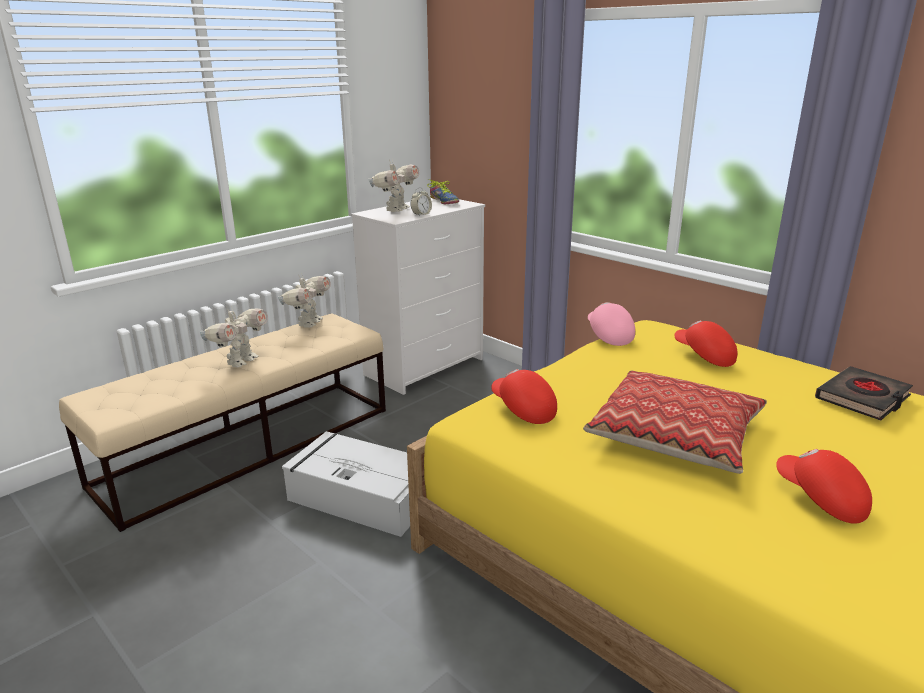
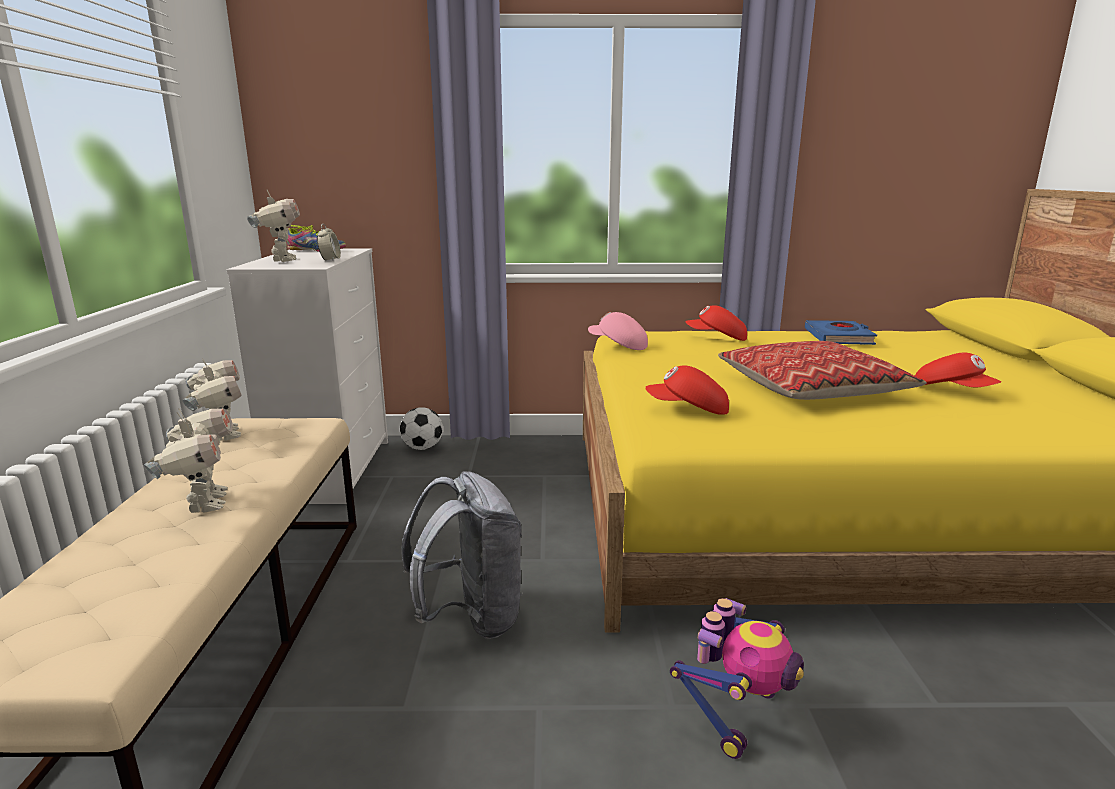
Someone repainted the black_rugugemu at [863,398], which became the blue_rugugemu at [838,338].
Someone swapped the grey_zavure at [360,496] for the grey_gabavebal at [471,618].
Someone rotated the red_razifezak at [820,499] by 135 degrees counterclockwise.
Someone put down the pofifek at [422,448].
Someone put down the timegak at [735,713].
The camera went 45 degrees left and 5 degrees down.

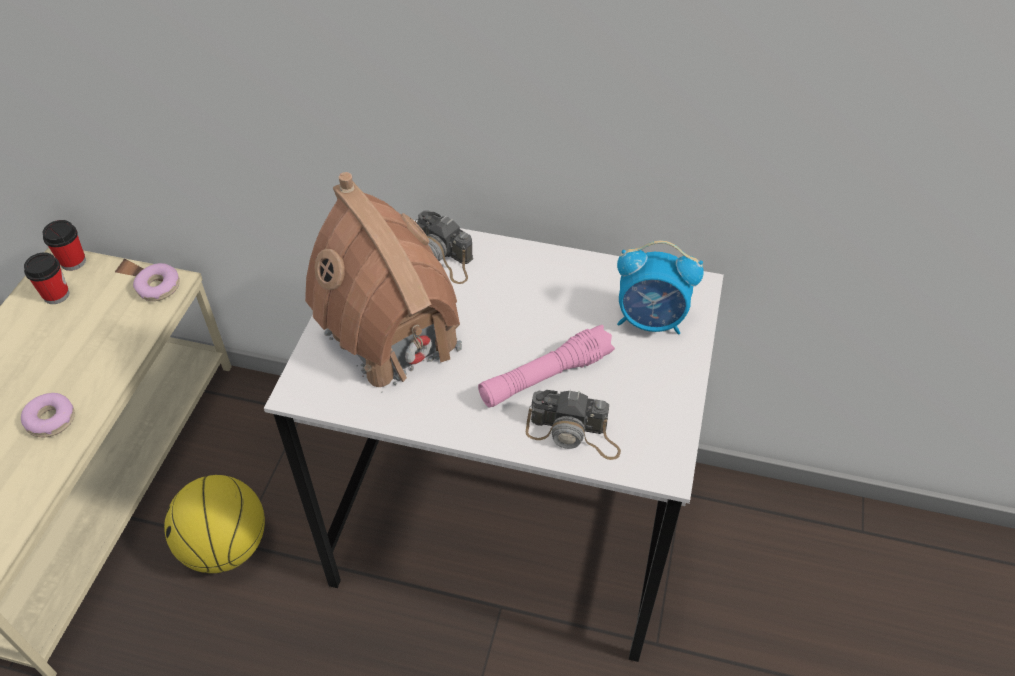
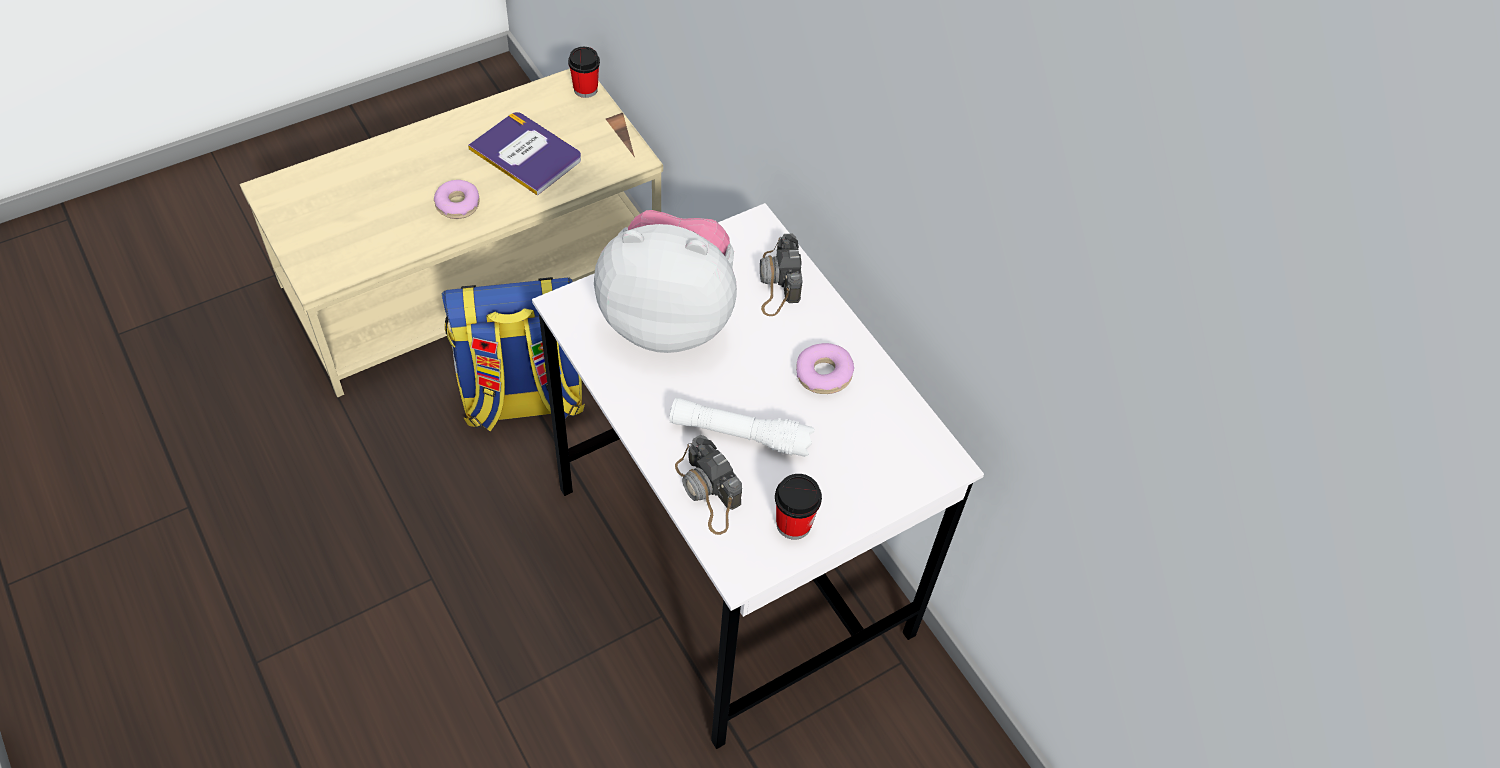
Someone swapped the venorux at [393,338] for the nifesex at [669,318].
Someone took away the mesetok at [651,320].
Someone carried the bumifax from [56,295] to [793,524].
Someone carried the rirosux from [158,288] to [823,374].
Someone repainted the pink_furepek at [545,377], which became the white_furepek at [740,435].
Someone swapped the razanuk at [226,547] for the gabavebal at [522,400].
Someone put down the rugugemu at [526,154].
The camera went 40 degrees right and 5 degrees up.

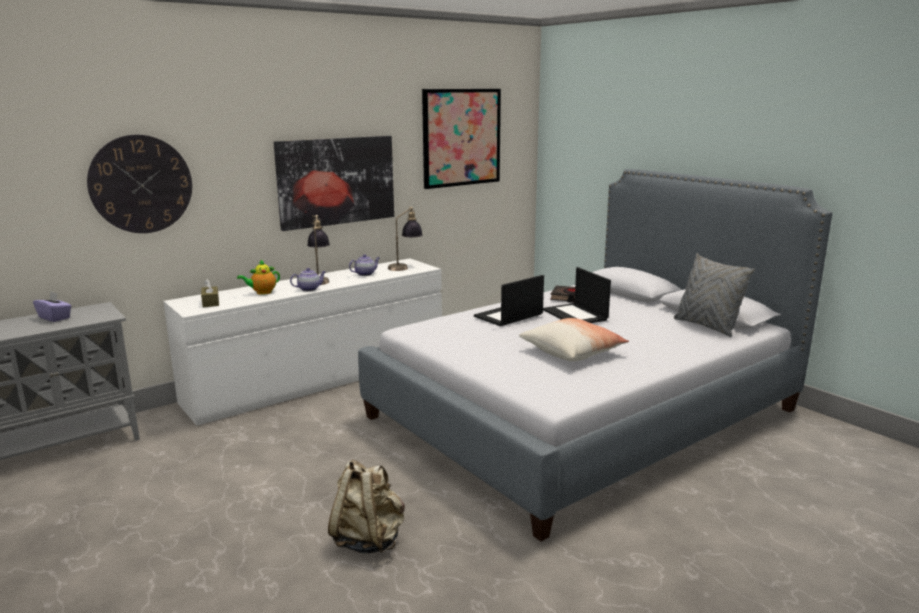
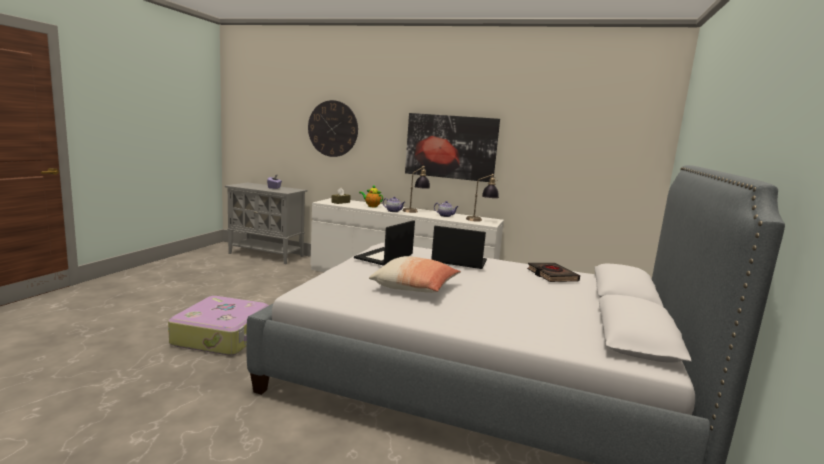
Someone took away the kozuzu at [461,137].
Someone took away the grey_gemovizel at [707,326].
Someone carried the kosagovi from [576,315] to [384,257].
Someone swapped the beige_gabavebal at [368,540] for the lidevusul at [223,336].
The camera went 55 degrees right and 5 degrees down.

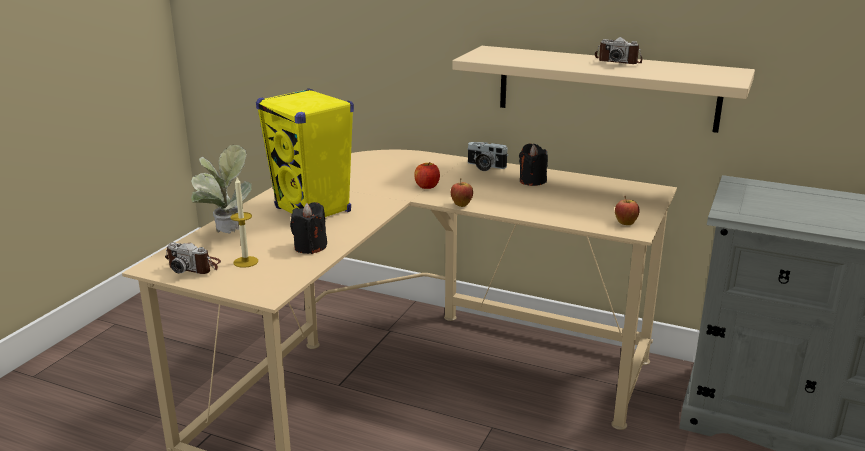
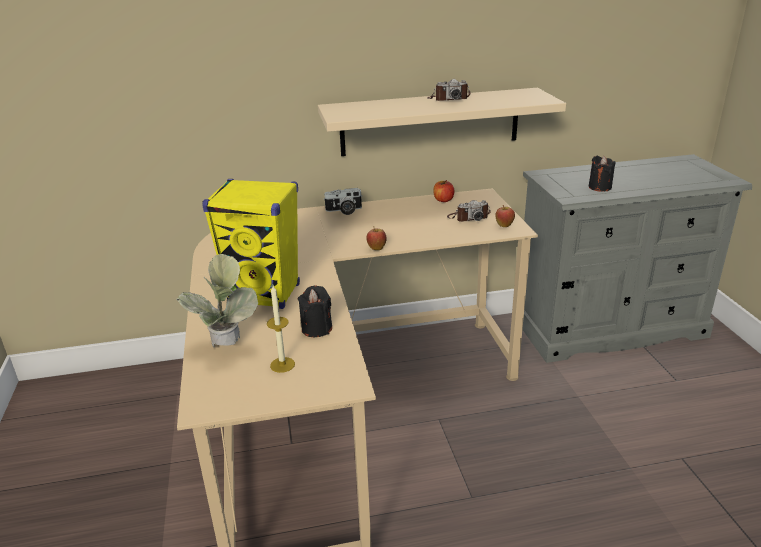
Someone carried the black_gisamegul from [532,181] to [599,187].
Someone carried the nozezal from [427,186] to [443,200].
Someone carried the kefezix from [194,266] to [468,217].
The camera went 35 degrees left and 5 degrees up.

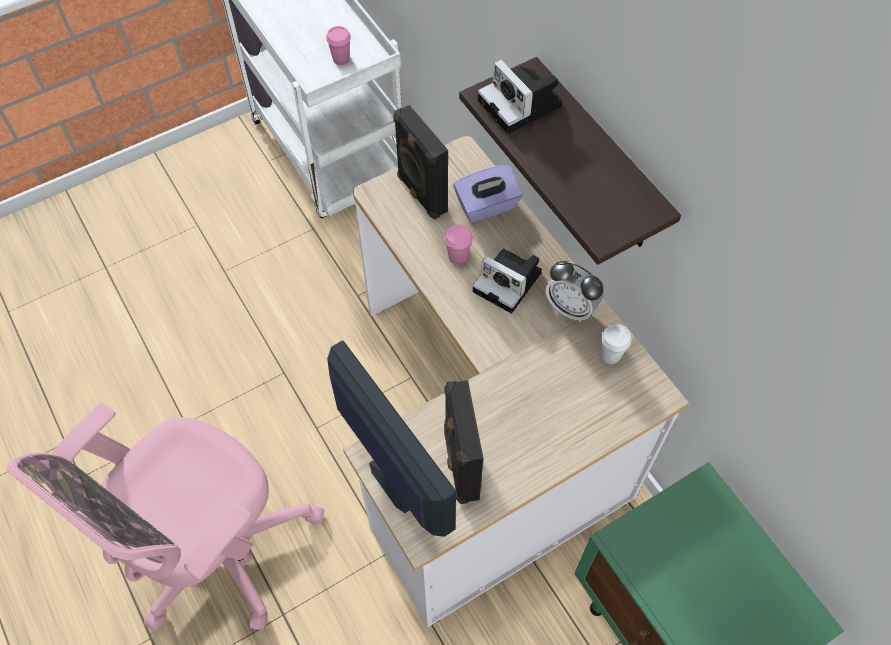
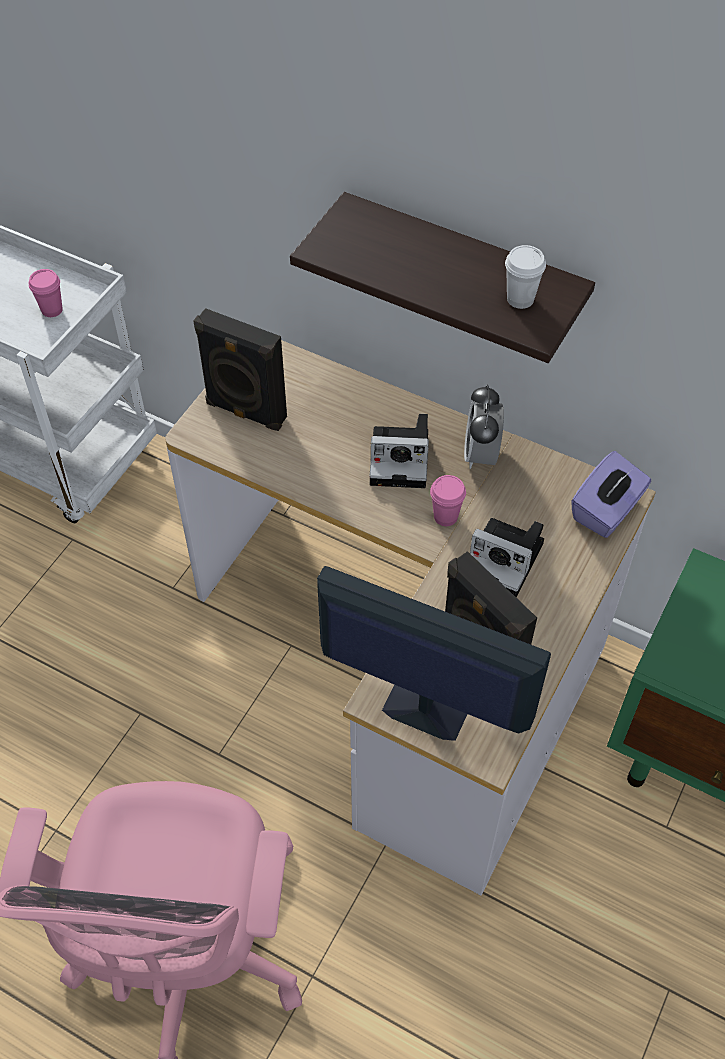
Someone carried the kefezix from [522,105] to [506,560].
Someone carried the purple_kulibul from [487,206] to [606,511].
Someone carried the pink_bumifax from [458,257] to [445,516].
Someone rotated the mesetok at [570,307] by 90 degrees clockwise.
Someone carried the white_bumifax from [610,355] to [520,299].
The camera went 30 degrees left and 5 degrees down.

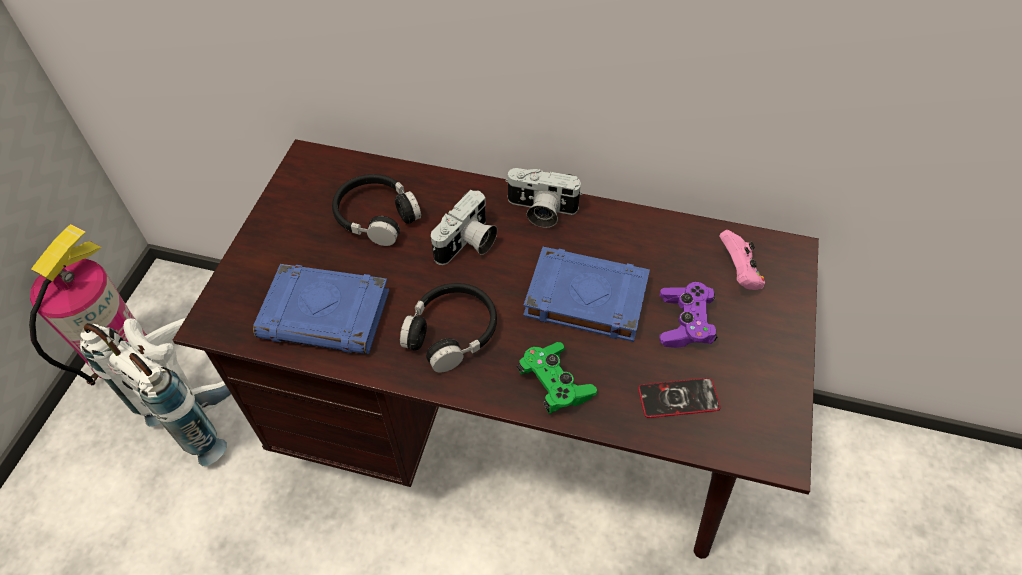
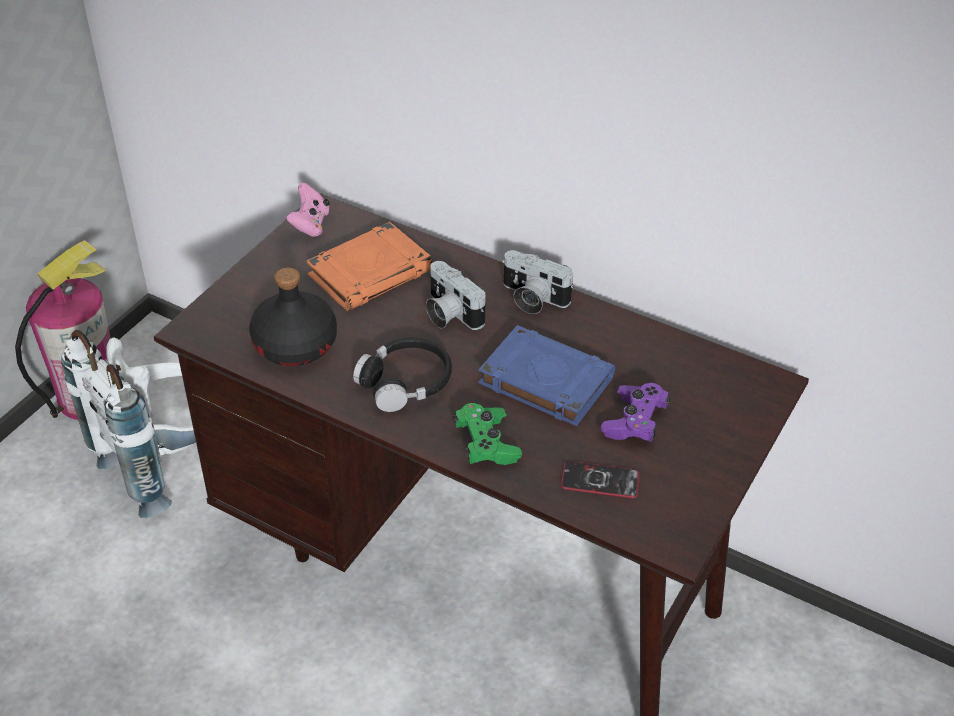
Someone swapped the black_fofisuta at [377,216] for the orange_rugugemu at [371,273].
Someone rotated the kefezix at [468,244] by 90 degrees clockwise.
Someone carried the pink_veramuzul from [738,273] to [310,224].
Someone swapped the blue_rugugemu at [326,314] for the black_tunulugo at [296,344].
The camera went 15 degrees right and 10 degrees down.

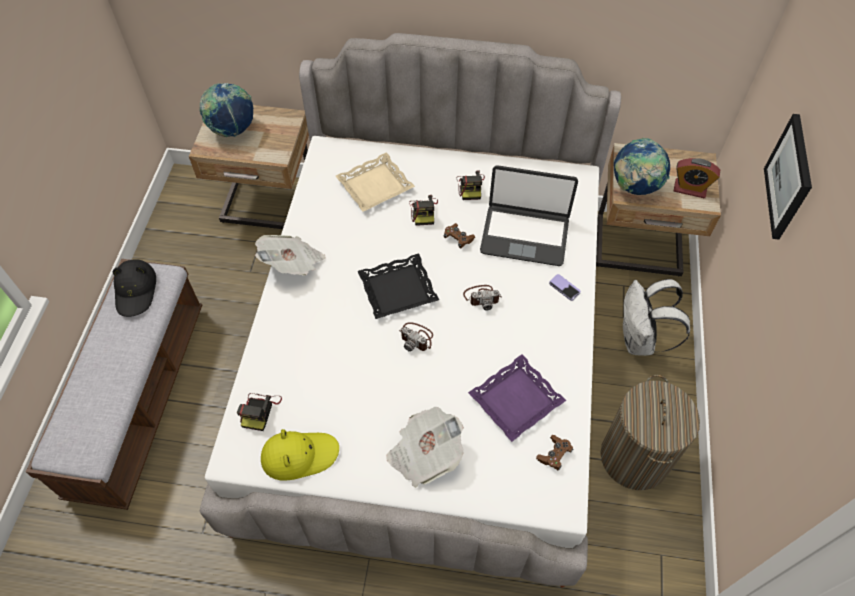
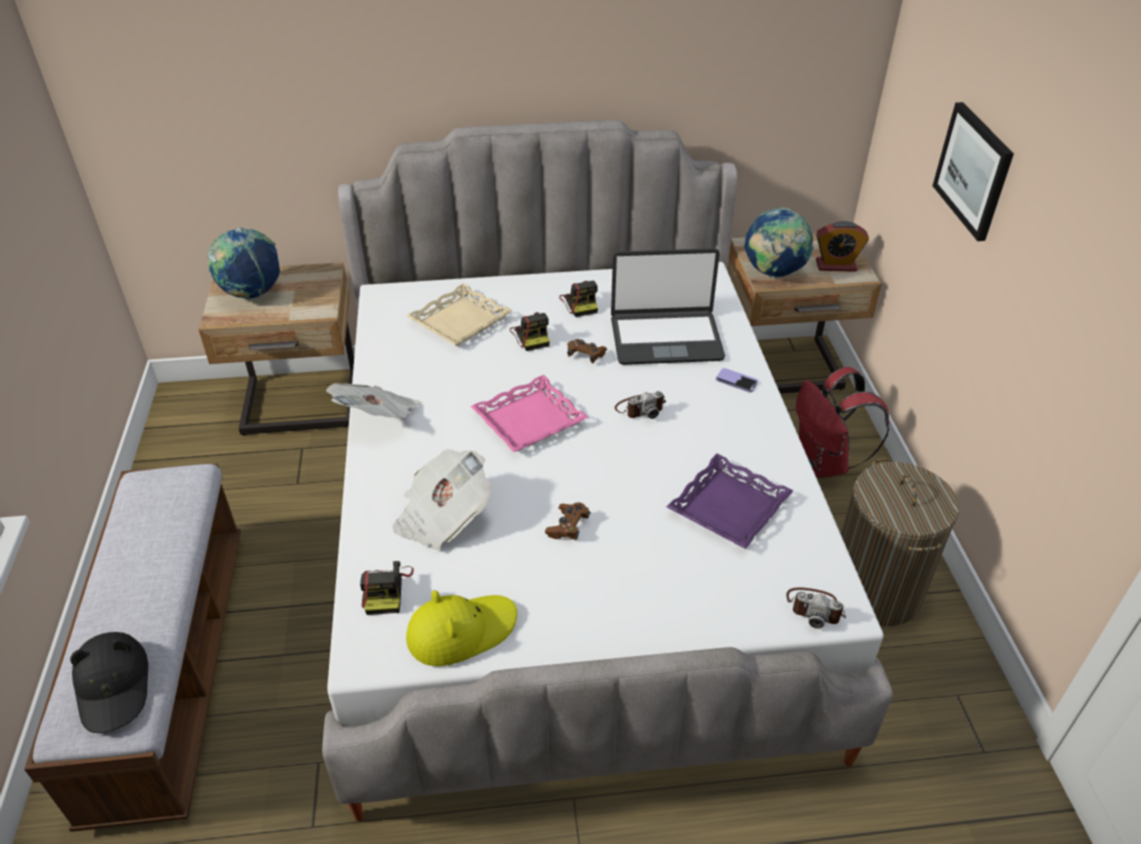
Someone repainted the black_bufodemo at [398,289], which became the pink_bufodemo at [529,419].
Someone carried the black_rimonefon from [136,290] to [113,686].
Someone repainted the white_gabavebal at [640,340], which became the red_gabavebal at [825,463].
Someone carried the kefezix from [417,338] to [815,608].
Someone carried the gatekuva from [424,454] to [442,517].
Someone carried the brown_veramuzul from [554,455] to [568,527].
The camera went 15 degrees left and 15 degrees down.

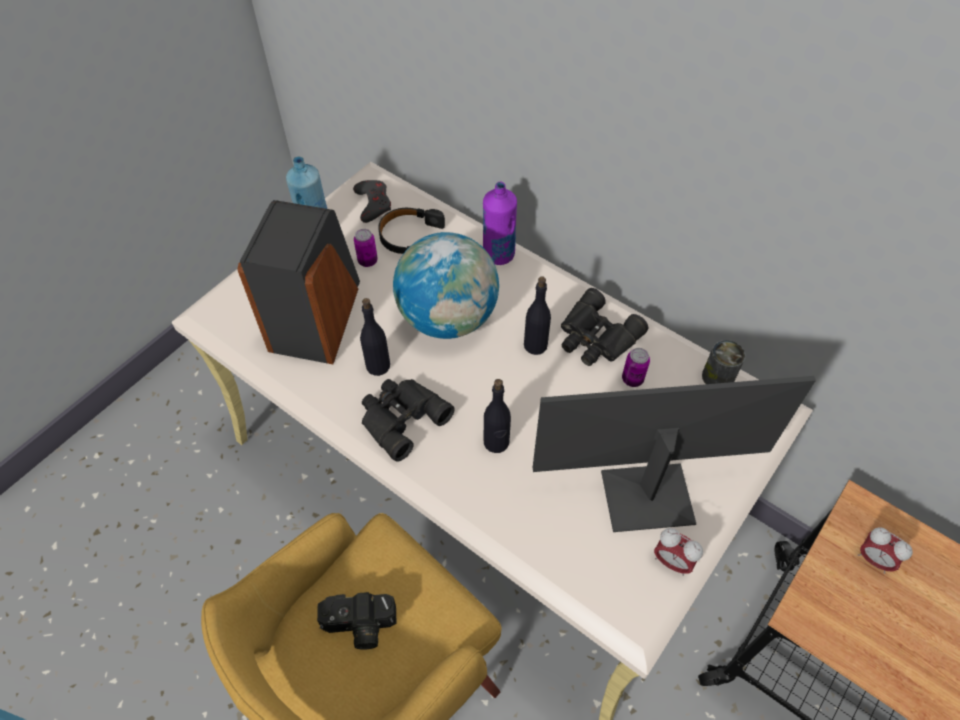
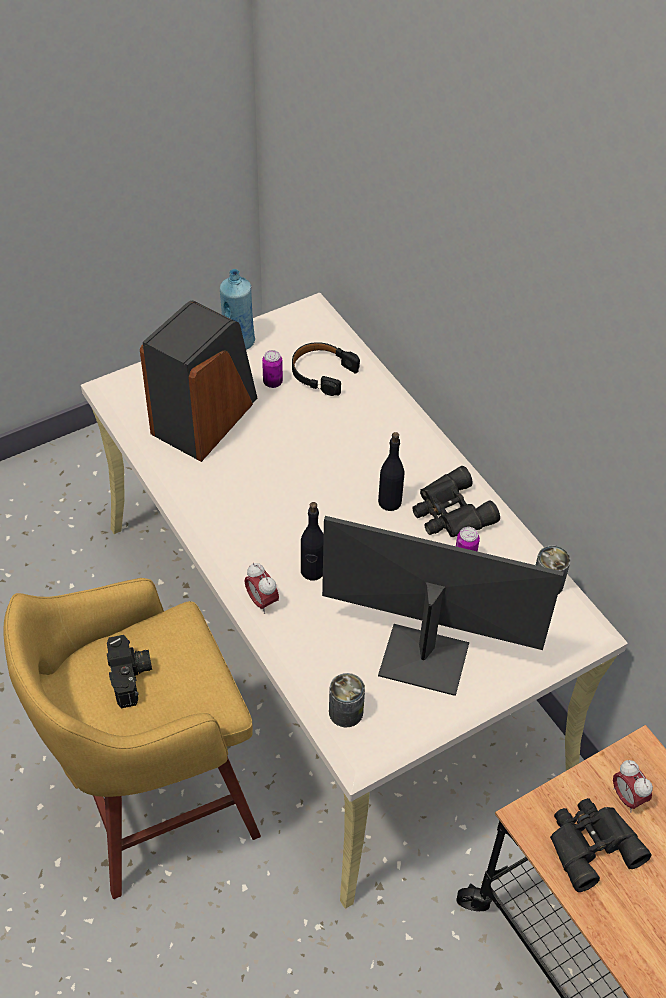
Someone took away the grey_veramuzul at [373,203].
Someone took away the purple_tunulugo at [498,255].
Someone took away the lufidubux at [448,318].
Someone took away the black_tunulugo at [378,365].
Someone carried the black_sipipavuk from [400,417] to [590,844].
Someone carried the mesetok from [672,561] to [262,601].
Someone rotated the kefezix at [359,627] by 120 degrees counterclockwise.
Someone put down the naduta at [346,712].
The camera went 20 degrees right and 5 degrees down.

